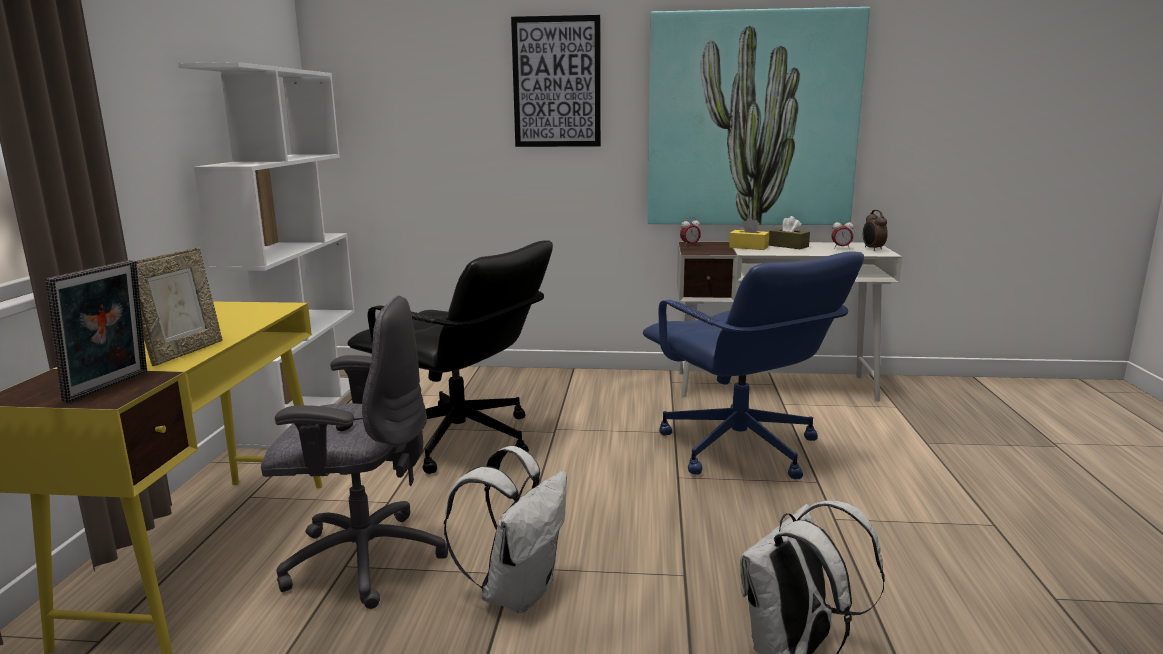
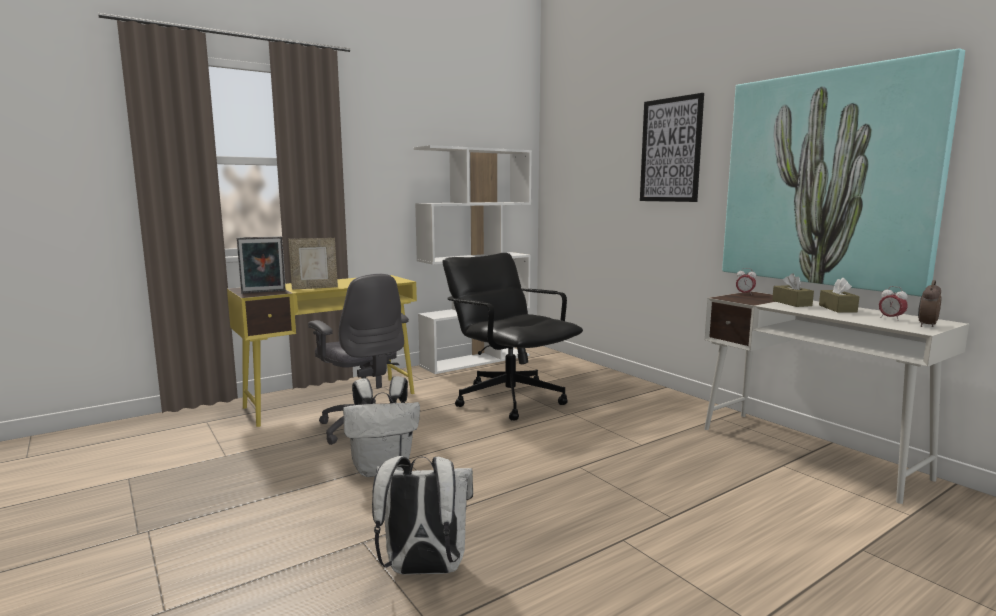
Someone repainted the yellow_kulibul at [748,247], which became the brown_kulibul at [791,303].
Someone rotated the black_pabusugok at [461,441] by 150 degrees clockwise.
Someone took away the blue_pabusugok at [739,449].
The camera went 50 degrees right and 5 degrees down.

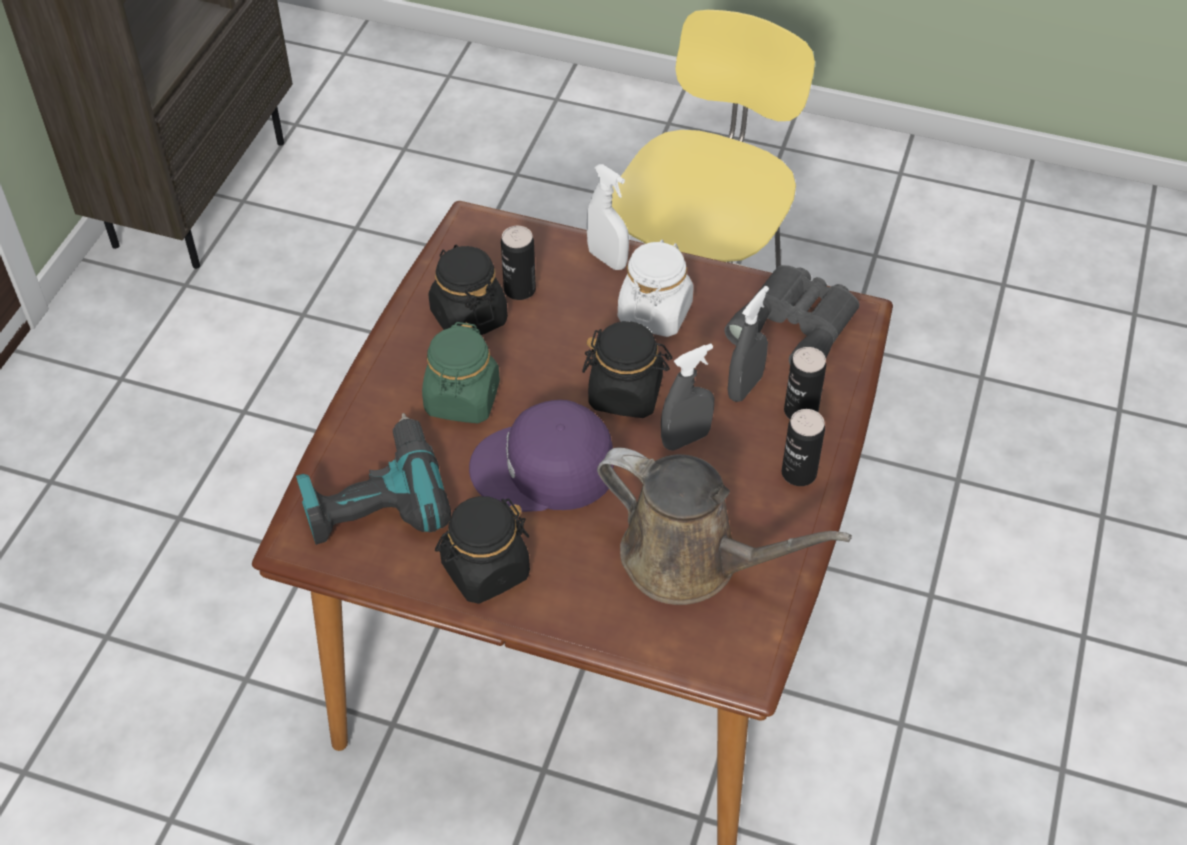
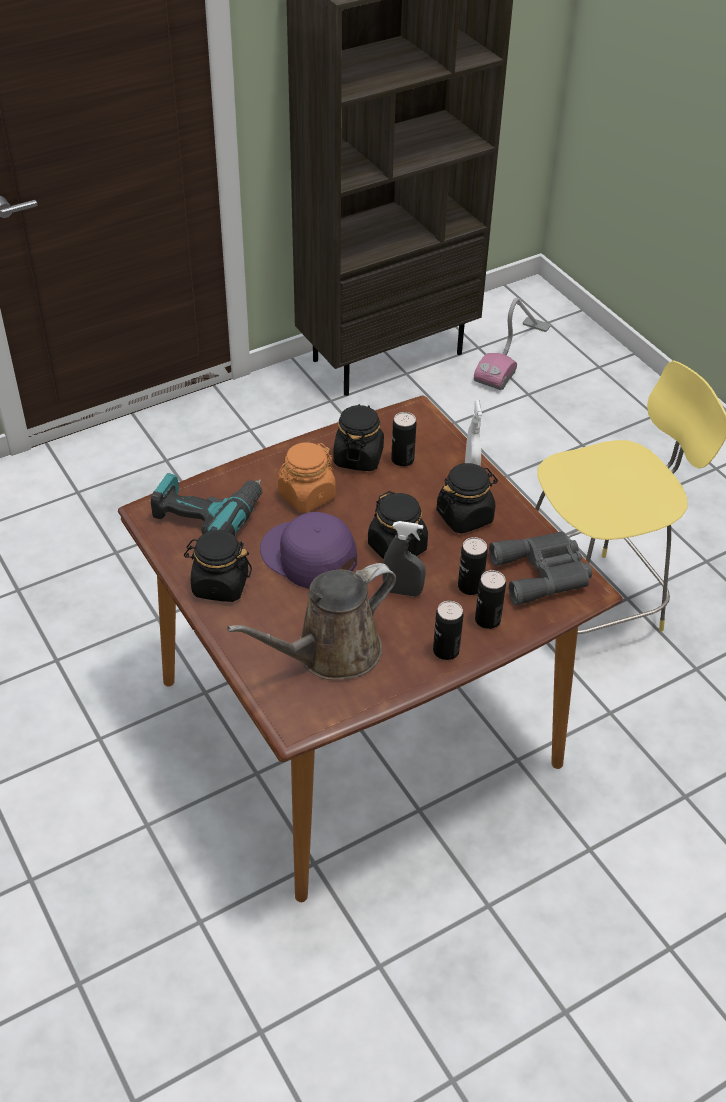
Someone repainted the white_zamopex at [655,313], which became the black_zamopex at [465,516].
Someone swapped the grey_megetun at [745,387] for the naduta at [470,586].
Someone repainted the green_zamopex at [462,399], which became the orange_zamopex at [306,496].
Someone rotated the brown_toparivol at [691,561] by 75 degrees clockwise.
Someone put down the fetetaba at [513,355].
The camera went 40 degrees right and 5 degrees down.

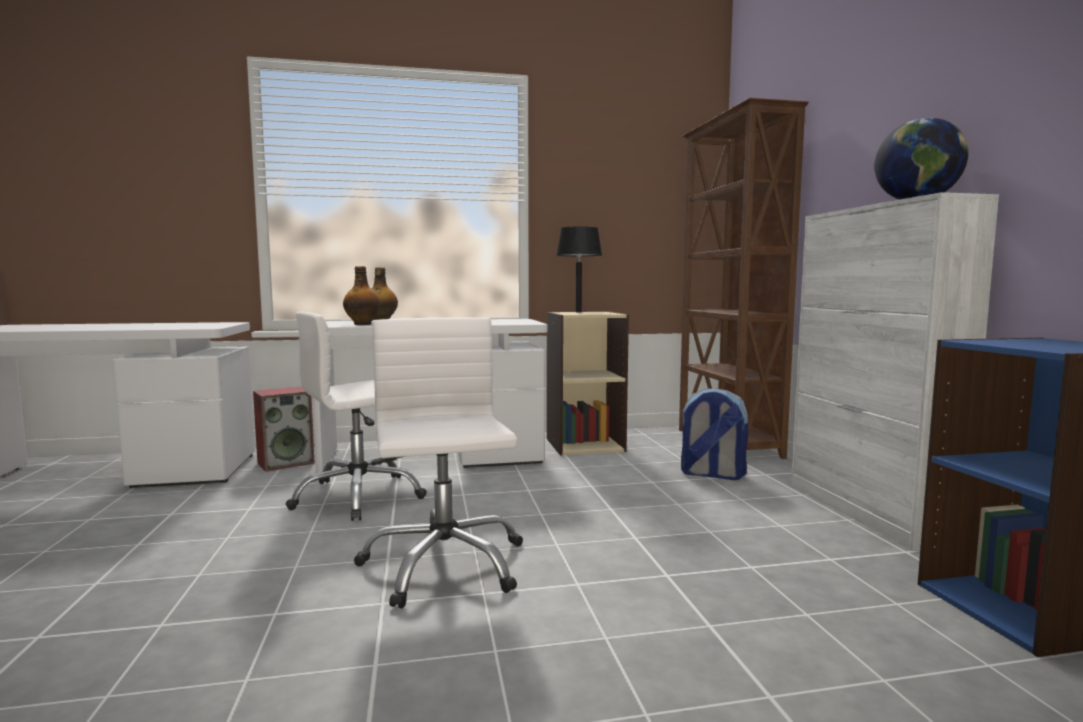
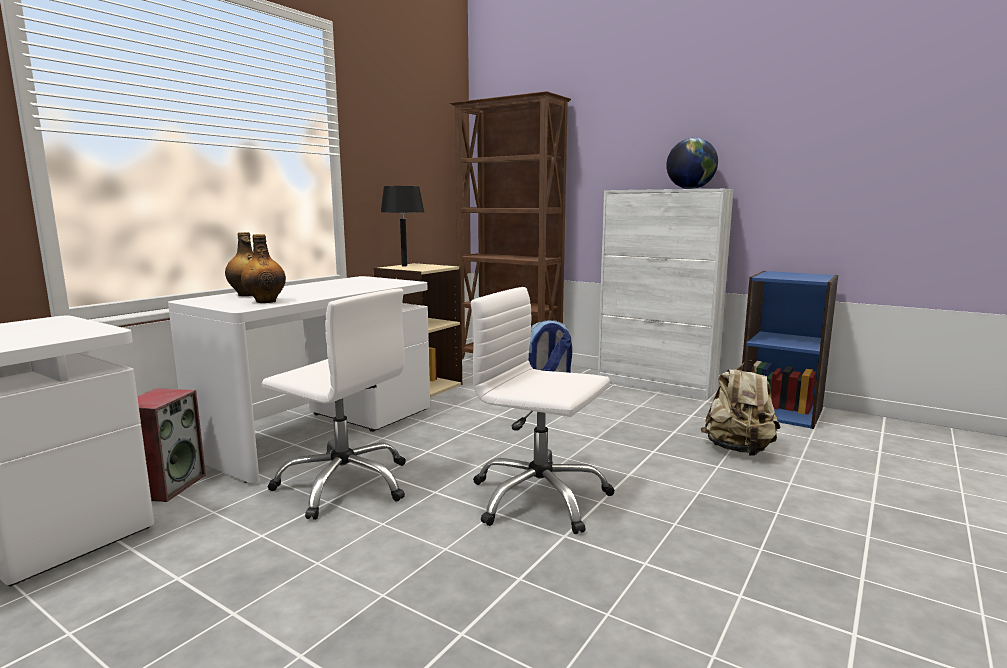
Someone rotated the white_pabusugok at [358,496] by 75 degrees counterclockwise.
Someone put down the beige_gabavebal at [738,450].
The camera went 45 degrees left and 5 degrees up.

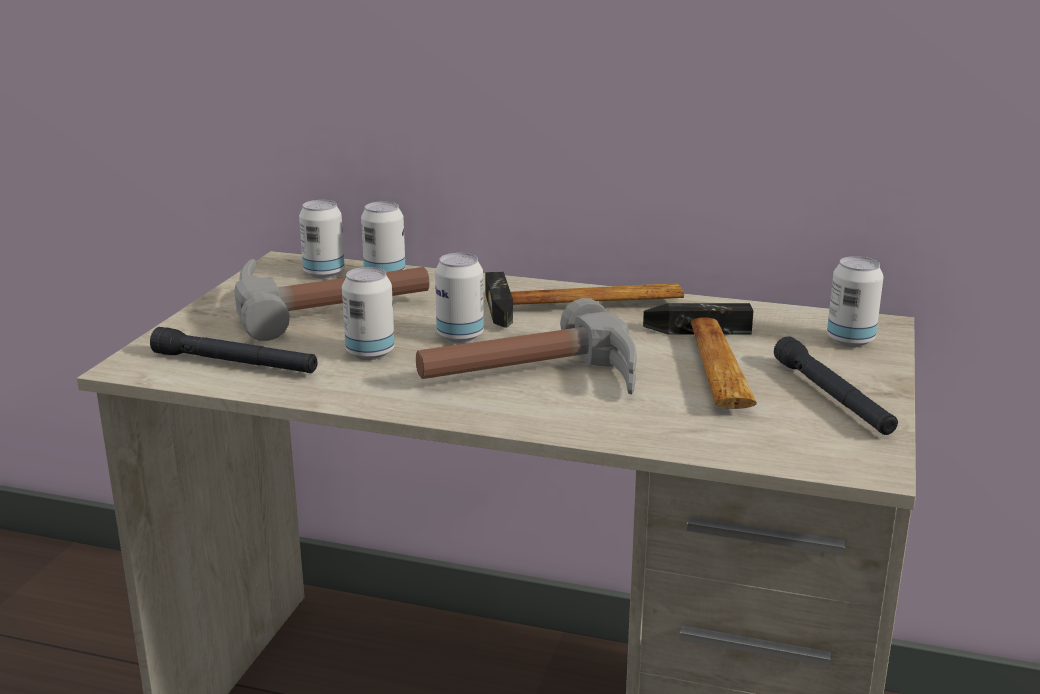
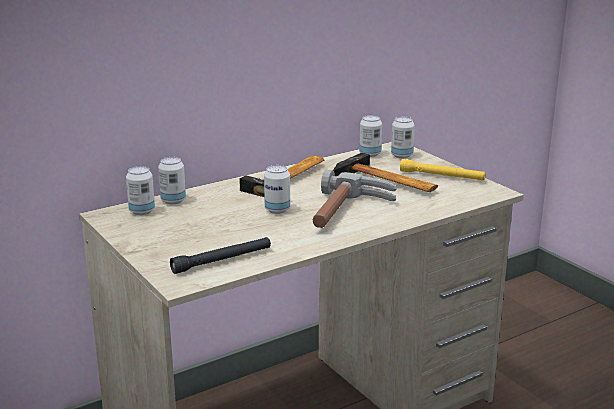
Someone took away the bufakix at [329,305].
Someone carried the naduta from [370,353] to [370,154].
Someone repainted the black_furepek at [832,398], which became the yellow_furepek at [442,176].
The camera went 50 degrees left and 0 degrees up.

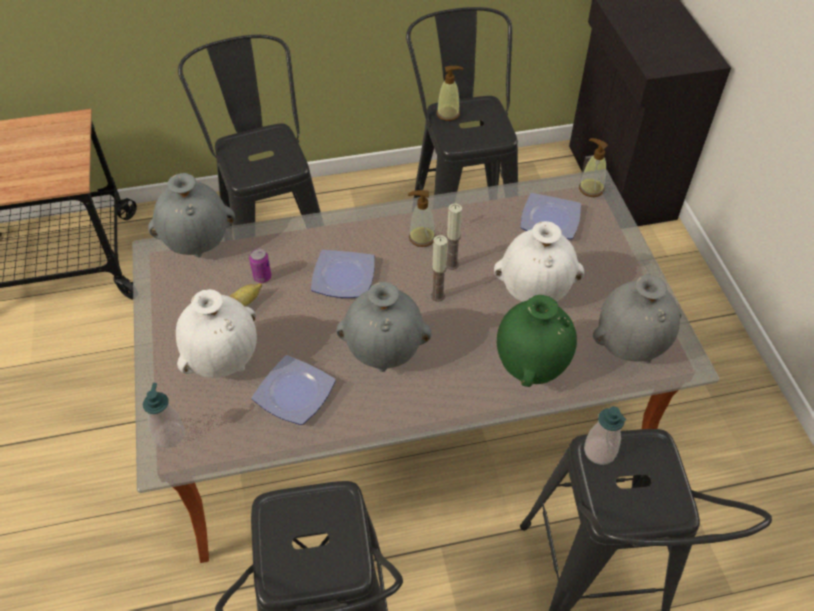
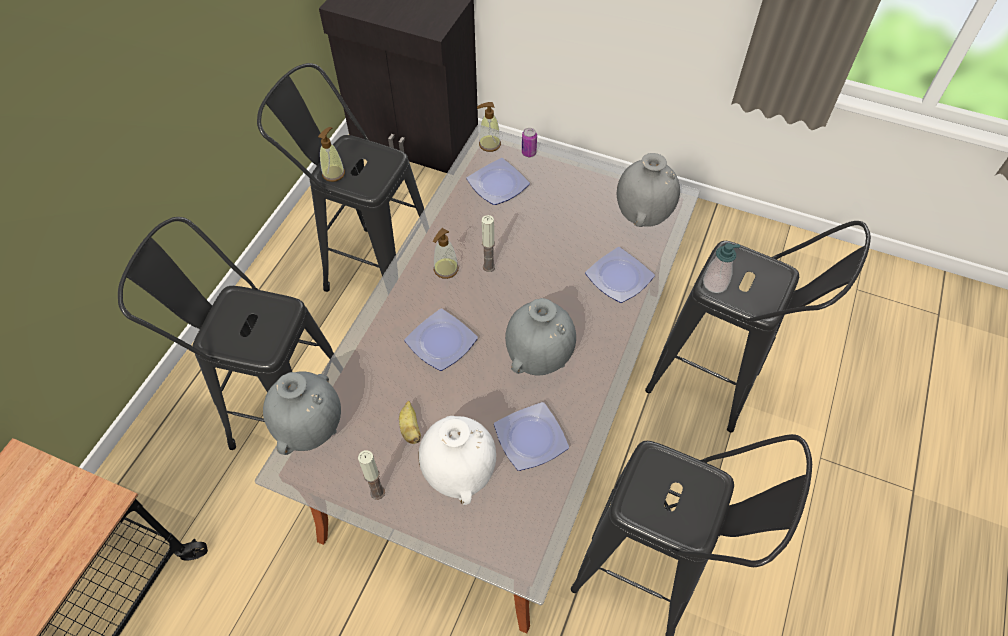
Someone took away the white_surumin at [535,293].
Someone carried the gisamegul from [437,296] to [377,492].
Someone carried the naduta from [262,277] to [528,153].
Someone swapped the green_surumin at [531,366] for the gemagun at [617,278].
Someone took away the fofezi at [169,435].
The camera went 55 degrees left and 5 degrees up.

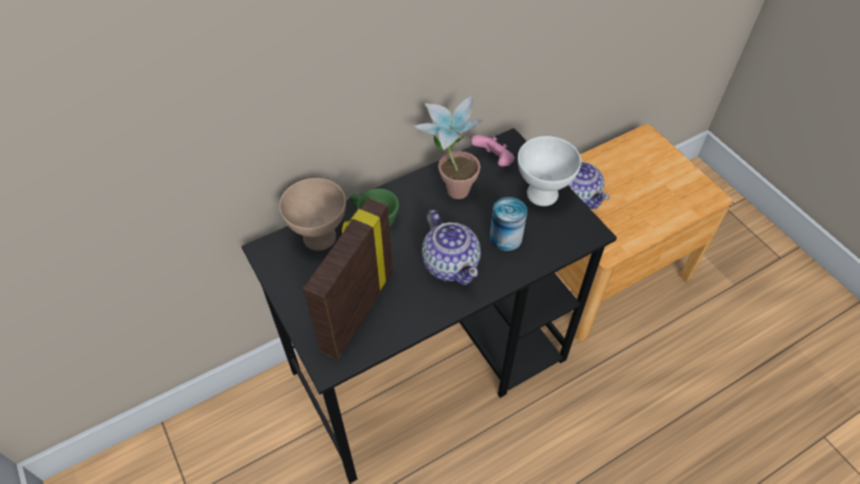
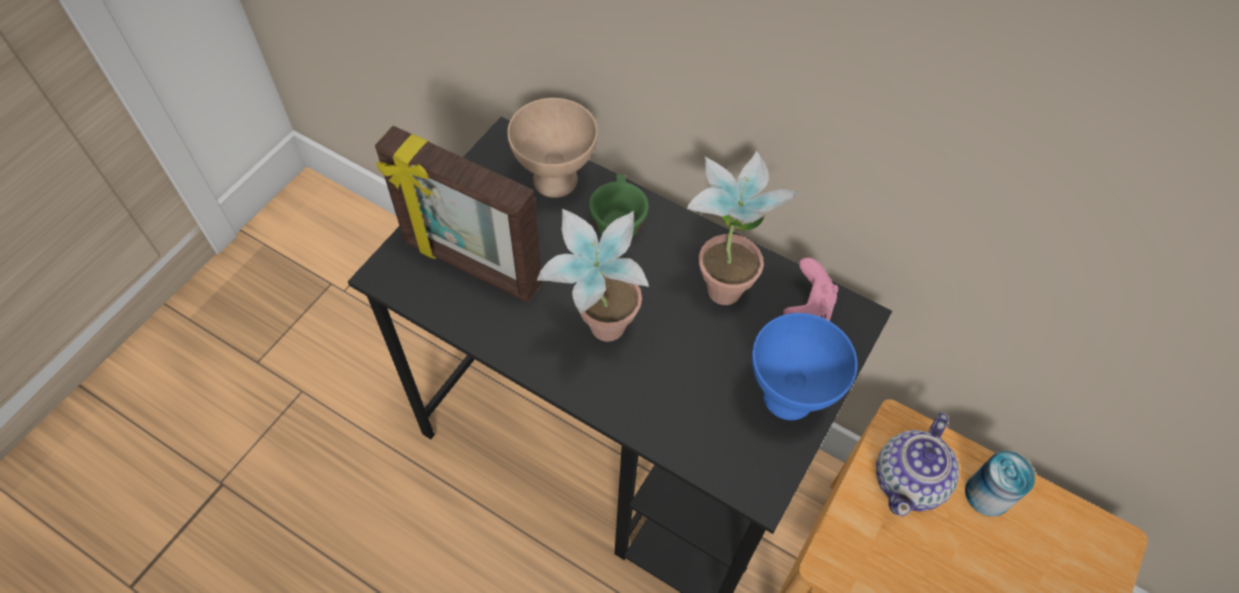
Someone repainted the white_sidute at [543,194], which became the blue_sidute at [789,399].
Someone carried the naduta from [506,237] to [987,494].
Someone rotated the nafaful at [356,310] by 150 degrees counterclockwise.
Someone swapped the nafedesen at [451,264] for the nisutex at [597,334].
The camera went 60 degrees right and 5 degrees up.

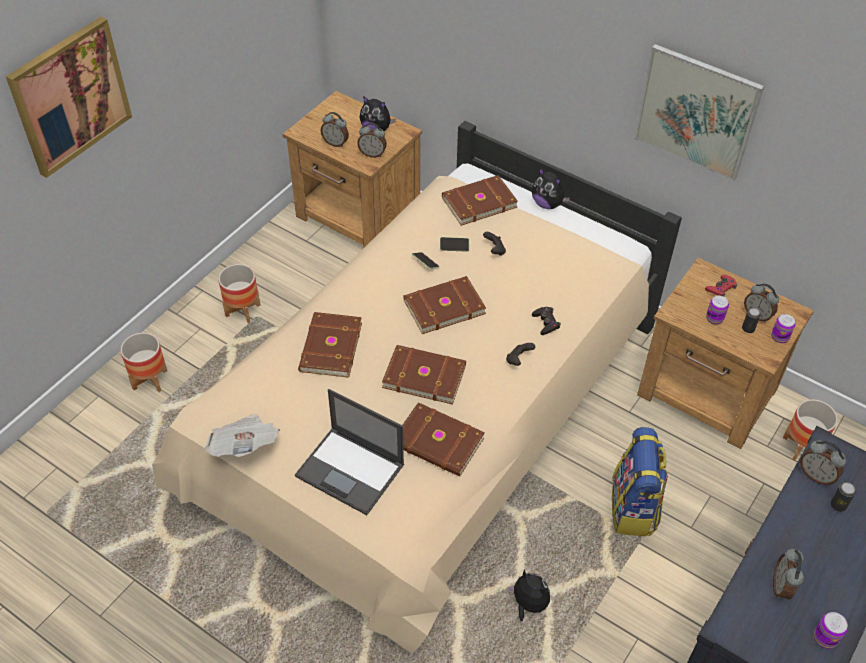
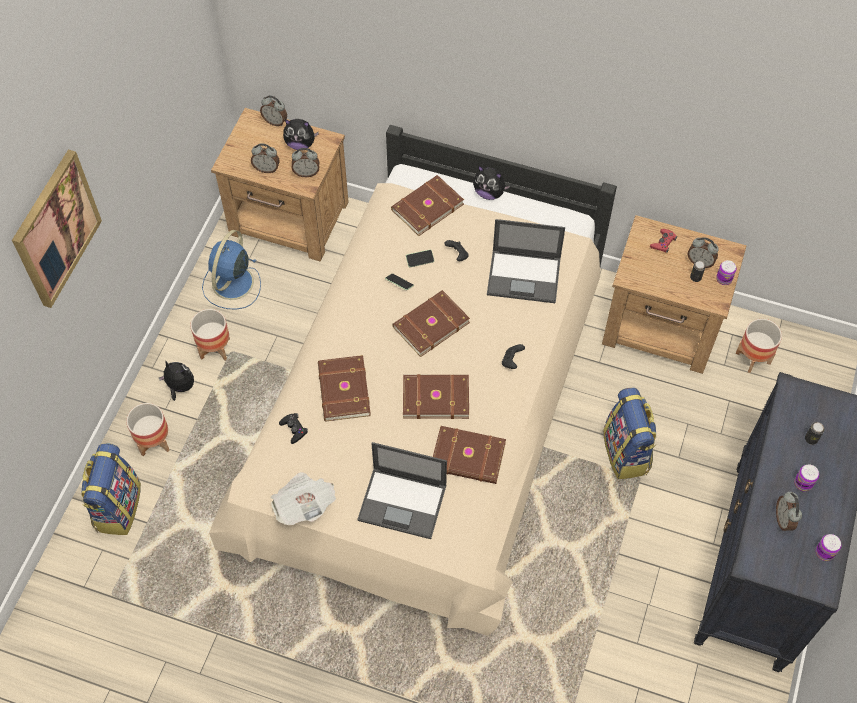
Someone took away the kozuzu at [696,112].
Someone carried the naduta from [714,318] to [803,483].
Someone carried the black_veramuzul from [546,323] to [294,429].
Someone carried the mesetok from [816,475] to [275,121].
Someone carried the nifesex from [528,604] to [180,387].
Someone put down the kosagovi at [525,276].
Someone put down the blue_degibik at [232,284].
Someone put down the gabavebal at [117,506].
The camera went 15 degrees left and 10 degrees up.

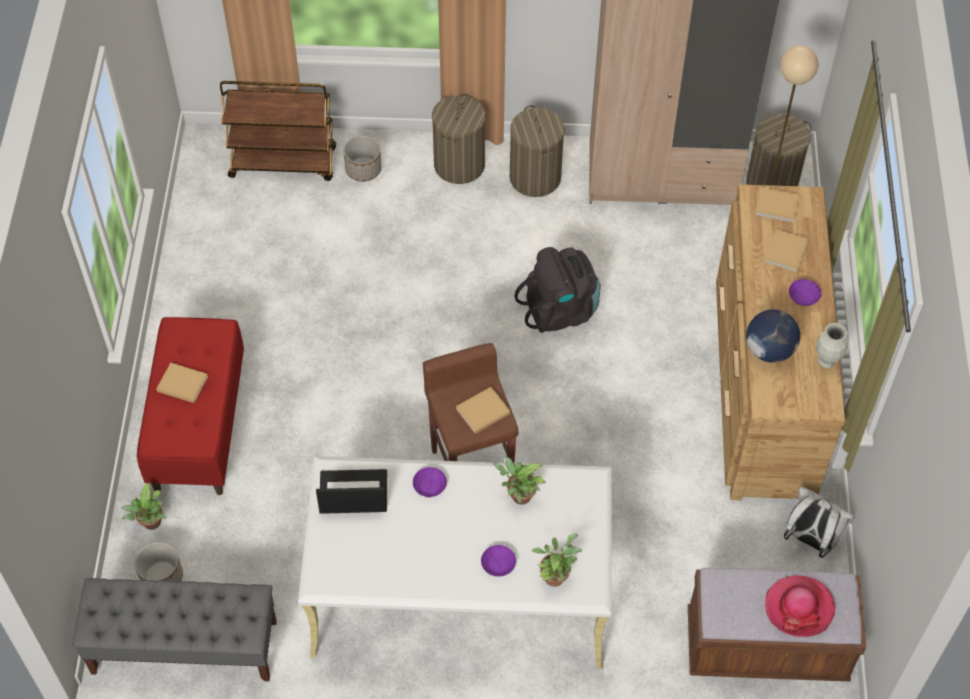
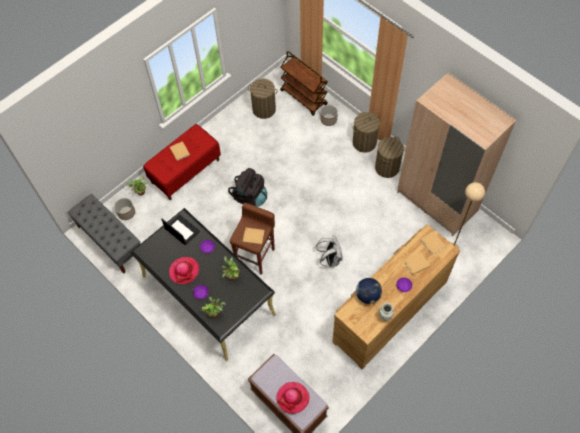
Someone carried the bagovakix from [771,183] to [264,109].
Someone carried the black_gabavebal from [560,310] to [250,197].
Someone repainted the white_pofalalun at [458,593], which became the black_pofalalun at [208,295].
Someone carried the white_gabavebal from [810,540] to [330,259].
Someone put down the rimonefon at [184,271].
The camera went 45 degrees right and 5 degrees up.

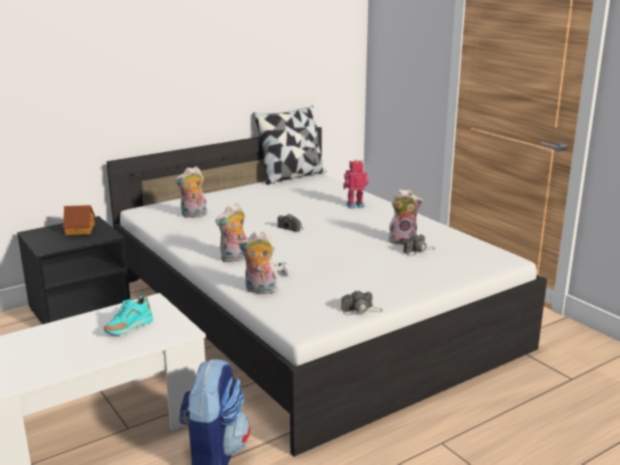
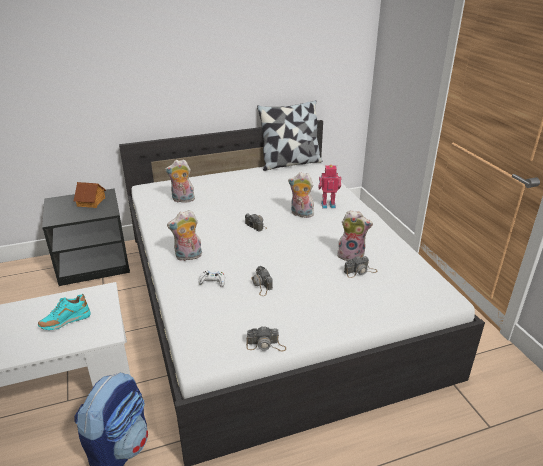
Someone carried the nifesex from [260,290] to [301,214].
Someone put down the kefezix at [261,285].
The camera went 15 degrees right and 10 degrees up.

